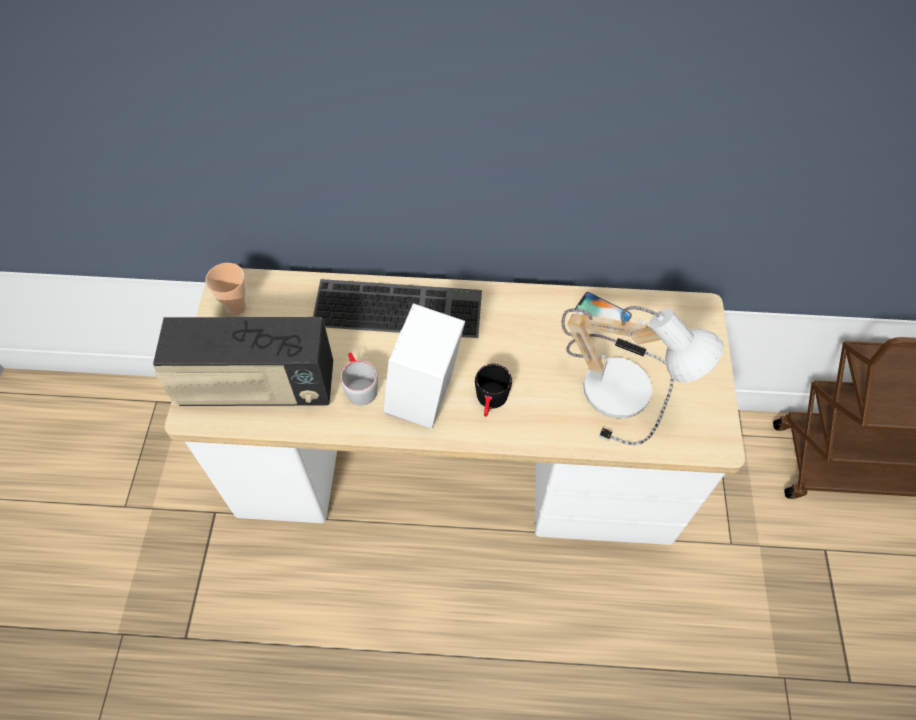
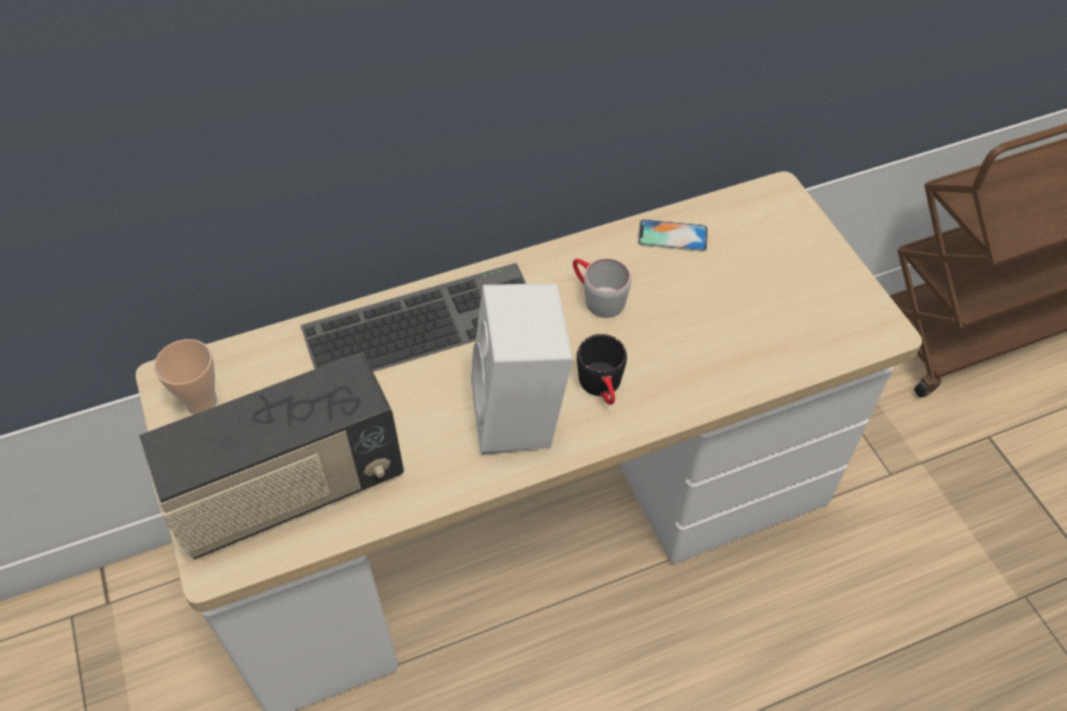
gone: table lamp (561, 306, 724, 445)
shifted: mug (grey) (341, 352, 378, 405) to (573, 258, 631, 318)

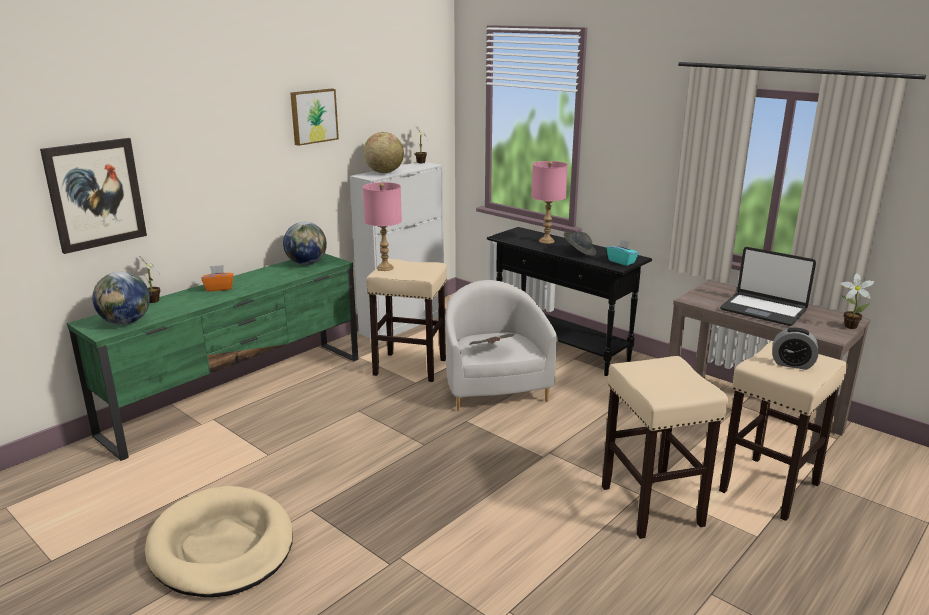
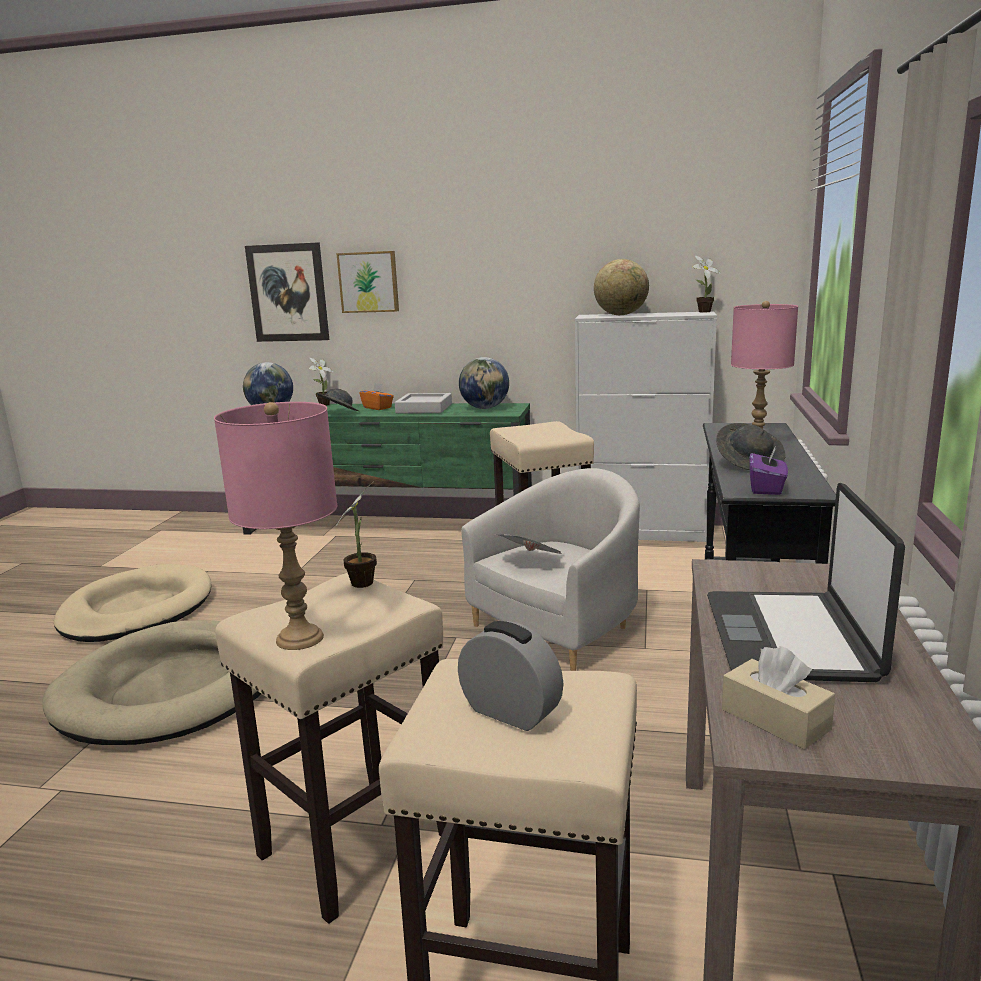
new: hat (grey) (316, 388, 359, 411); tray (grey) (395, 393, 452, 413); dog bed (beige) (42, 620, 261, 745); tissue box (beige) (722, 646, 835, 750)
shifted: picture (290, 89, 339, 146) to (336, 251, 399, 313); table lamp (pink) (363, 182, 402, 271) to (214, 402, 337, 650); potted plant (841, 273, 875, 329) to (336, 483, 377, 588)
repainted: tissue box (turquoise) (607, 240, 639, 266) to tissue box (purple) (749, 448, 788, 495)
rotated: alarm clock (772, 328, 819, 370) = (458, 621, 564, 731) 135 degrees clockwise

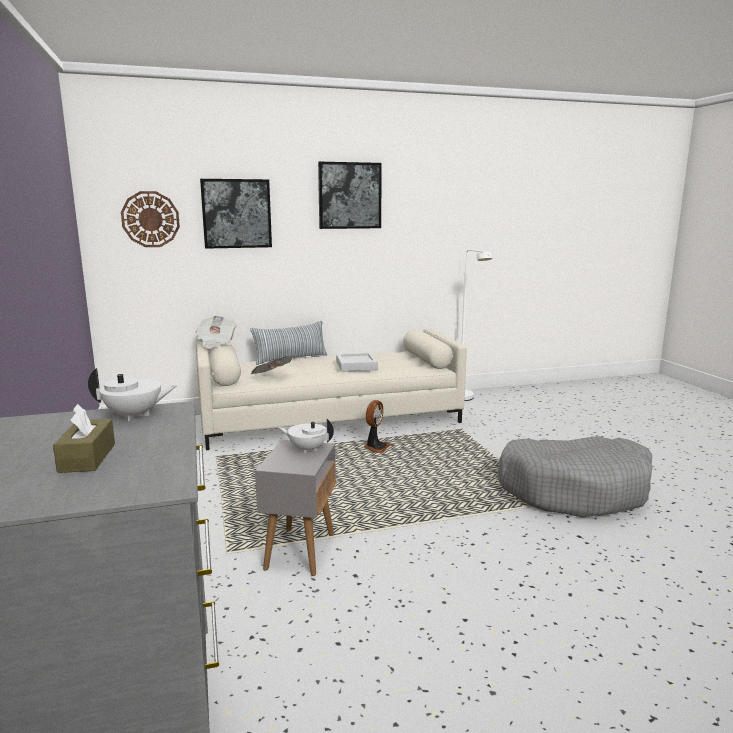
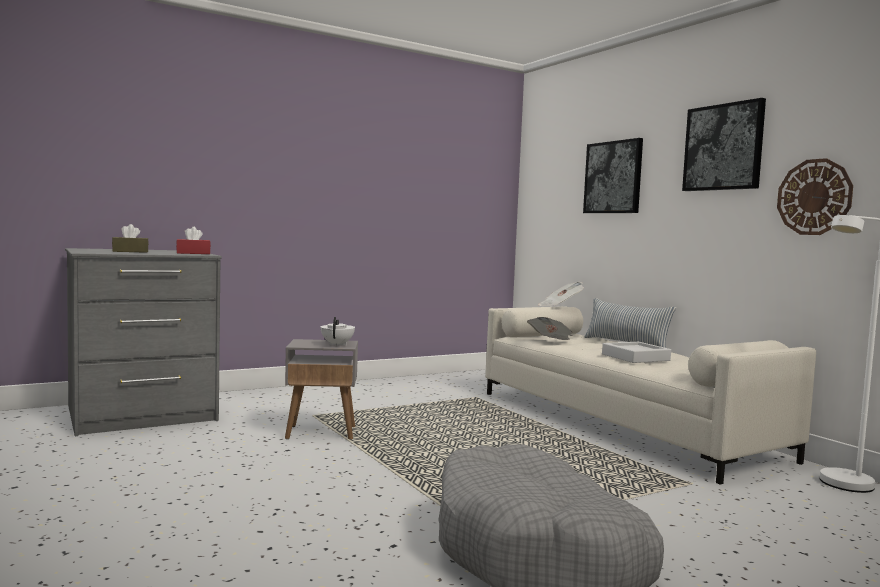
gone: fan (364, 400, 391, 453)
shifted: wall clock (121, 191, 180, 247) to (777, 158, 853, 235)
swapped: teapot (white) (88, 368, 176, 421) to tissue box (red) (176, 227, 211, 254)

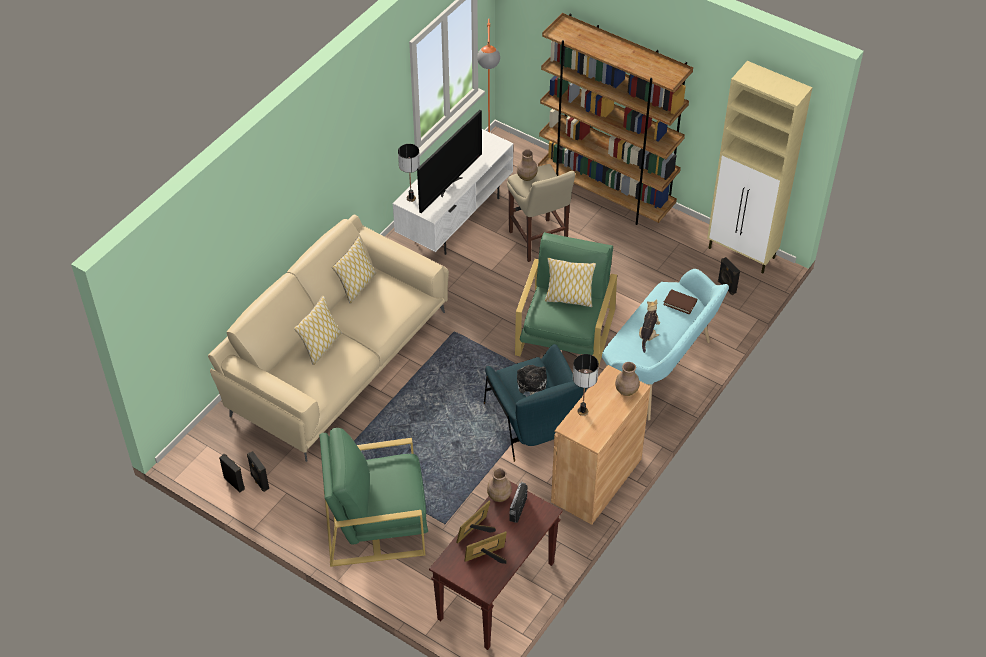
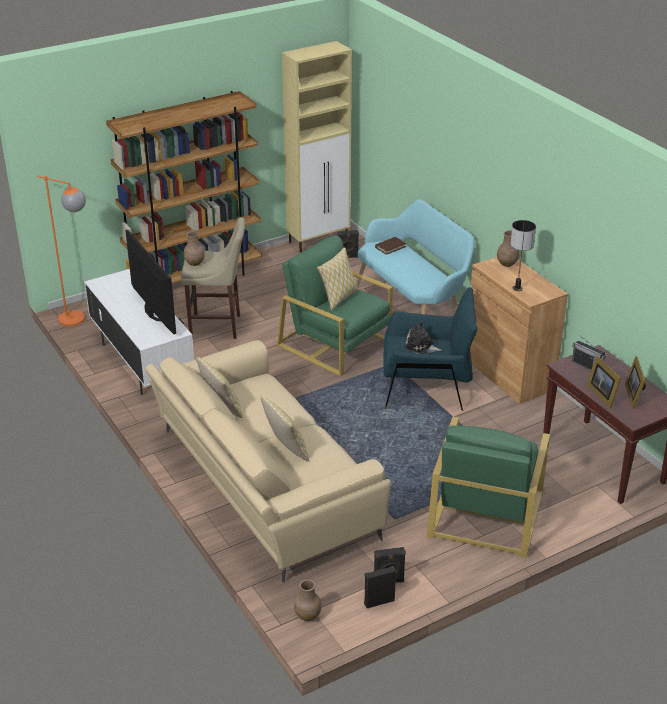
gone: table lamp (398, 144, 420, 202); plush toy (639, 299, 660, 353)
shifted: vase (brown) (487, 468, 512, 502) to (294, 579, 322, 621)

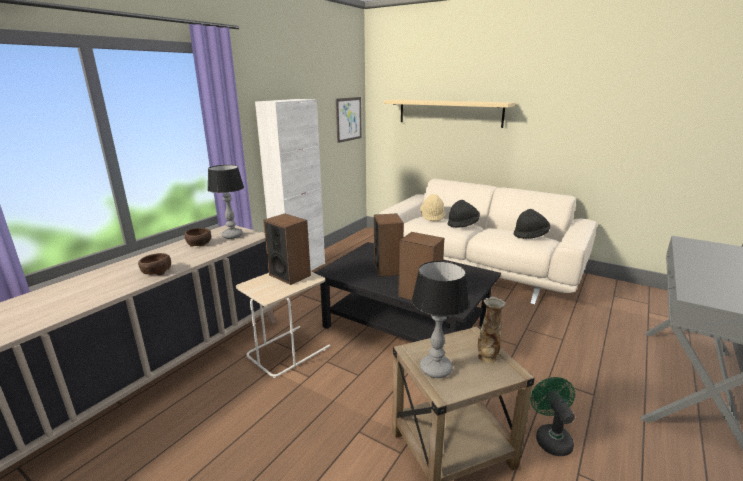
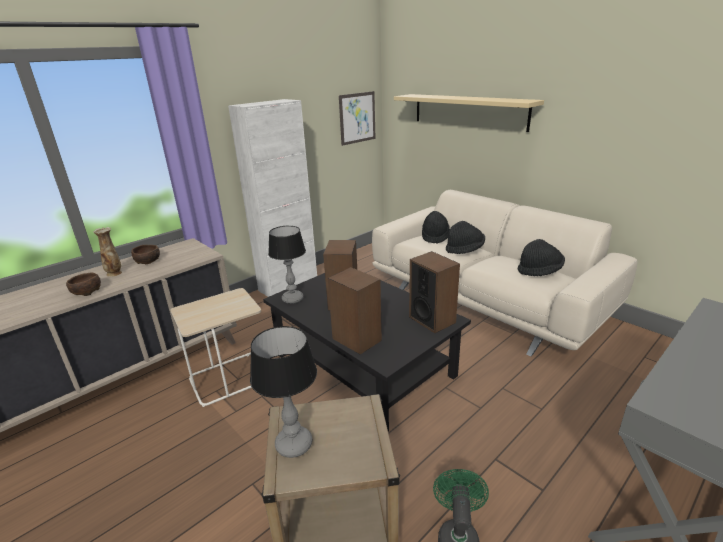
shifted: table lamp (207, 165, 244, 239) to (268, 226, 306, 304); speaker (263, 214, 311, 285) to (409, 251, 460, 333); vase (477, 297, 506, 363) to (93, 227, 122, 277)
repainted: hat (beige) (420, 194, 445, 222) to hat (black) (422, 211, 450, 244)

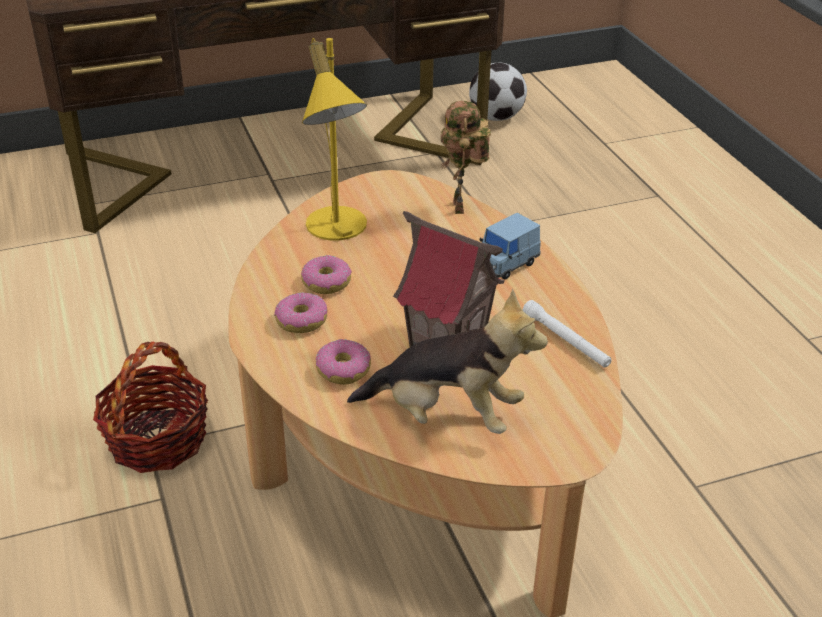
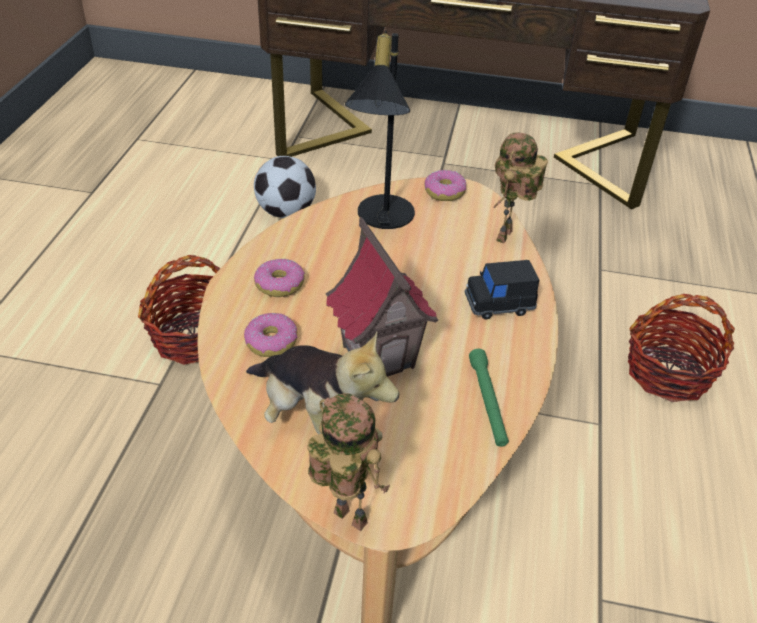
new: basket (628, 294, 735, 402); toy robot (307, 393, 390, 531)
shifted: football (469, 63, 527, 121) to (254, 156, 316, 218); donut (301, 255, 352, 294) to (425, 170, 466, 201)
repainted: table lamp (yellow) (302, 38, 367, 241) to table lamp (black) (345, 30, 415, 229); toy car (blue) (480, 213, 541, 279) to toy car (black) (465, 260, 539, 319); flashlight (white) (523, 300, 611, 367) to flashlight (green) (469, 349, 509, 447)

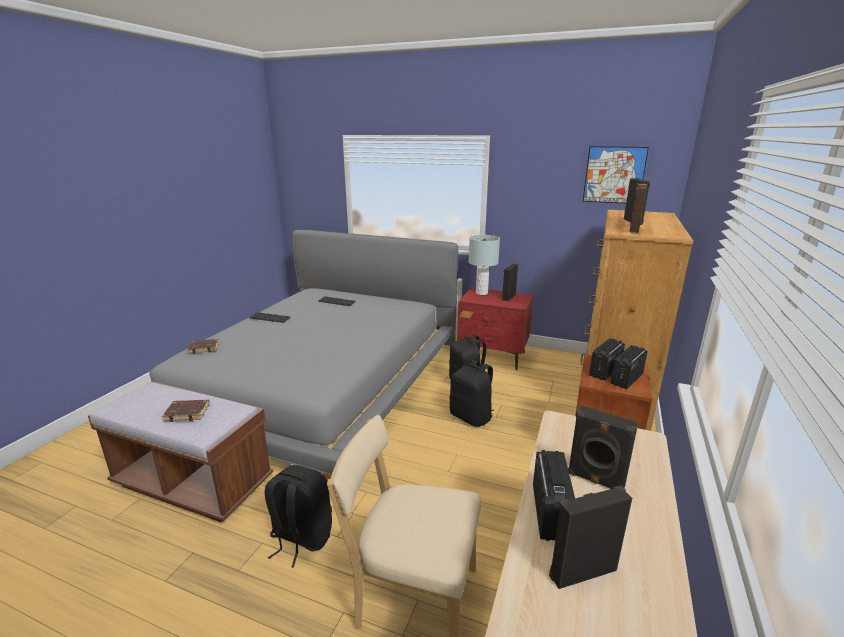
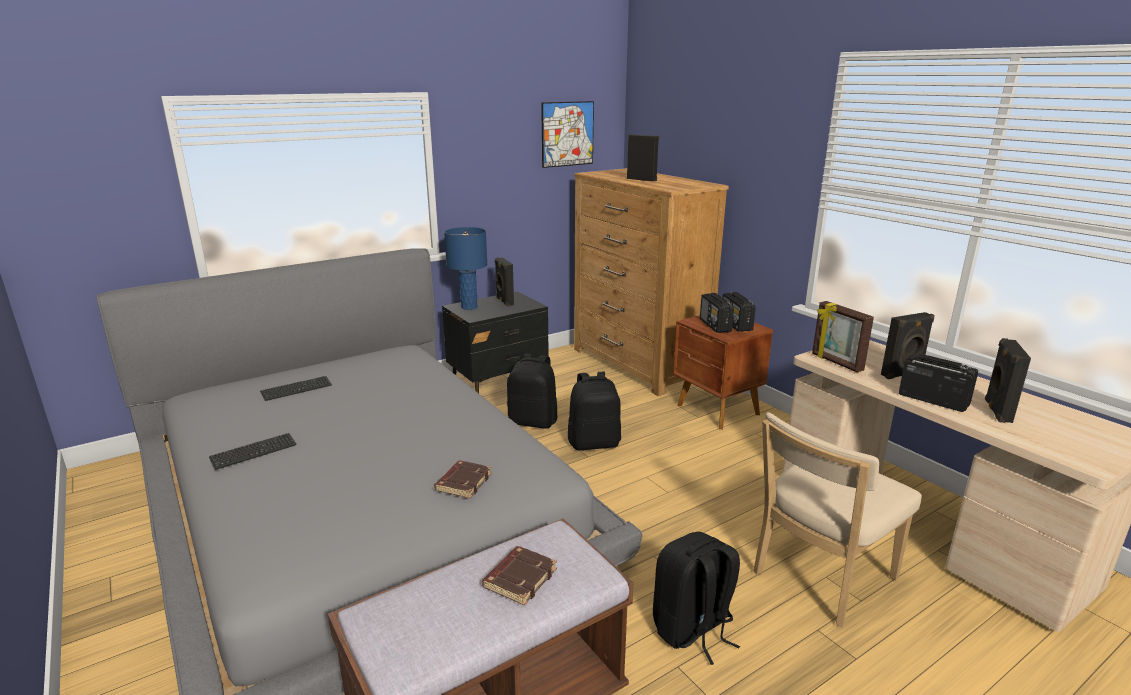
shifted: picture frame (630, 184, 647, 233) to (812, 301, 874, 372); book (brown) (187, 339, 219, 354) to (434, 461, 492, 499)
repainted: table lamp (grey) (469, 235, 500, 295) to table lamp (blue) (444, 227, 487, 310); nightstand (red) (457, 287, 533, 370) to nightstand (black) (442, 292, 549, 393)

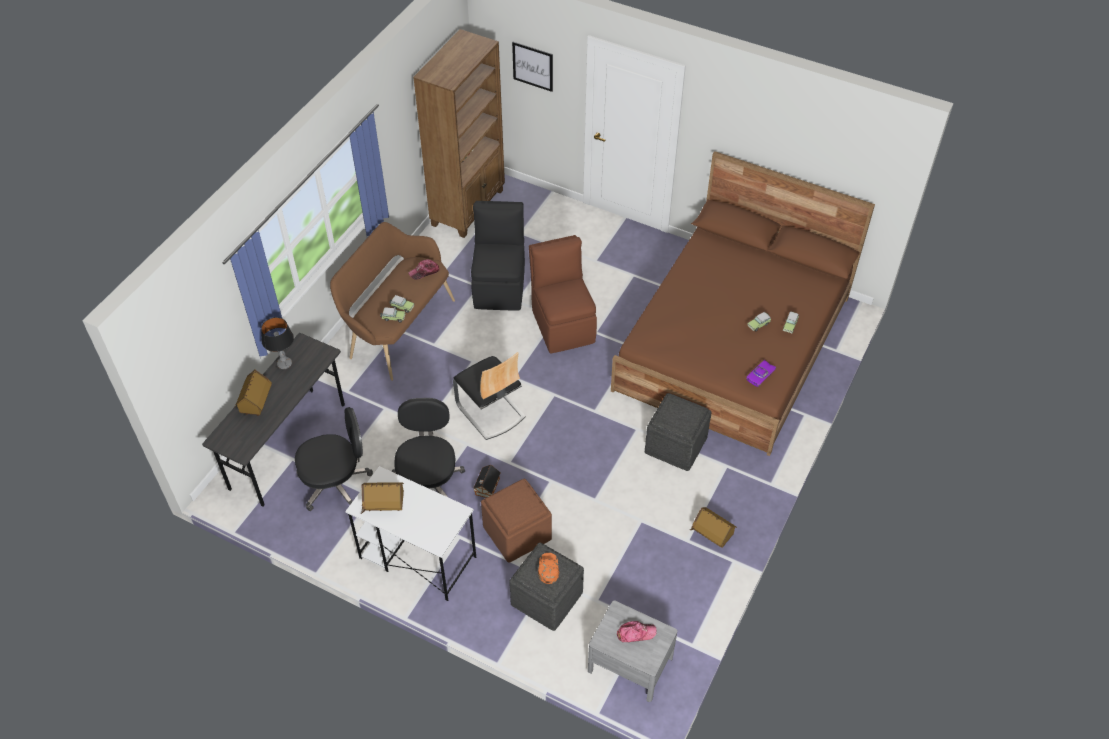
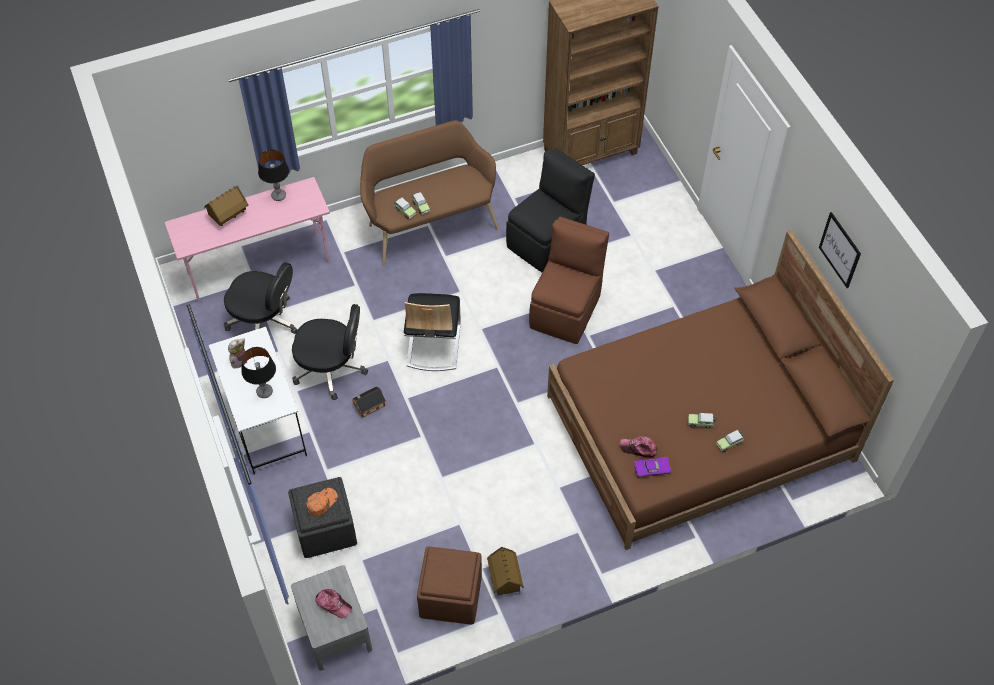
gone: ottoman (grey) (645, 393, 711, 471)
new: table lamp (241, 347, 276, 398)
shifted: picture (512, 42, 553, 92) to (819, 212, 861, 288); cap (408, 259, 440, 280) to (620, 436, 658, 458); ottoman (brown) (481, 479, 552, 563) to (417, 546, 482, 625)
swapped: toy house (361, 482, 404, 514) to plush toy (228, 338, 247, 368)
repainted: desk (grey) (202, 333, 345, 507) to desk (pink) (165, 177, 330, 304)
rotated: office chair (black) (392, 398, 465, 497) = (292, 304, 368, 400) 60 degrees clockwise

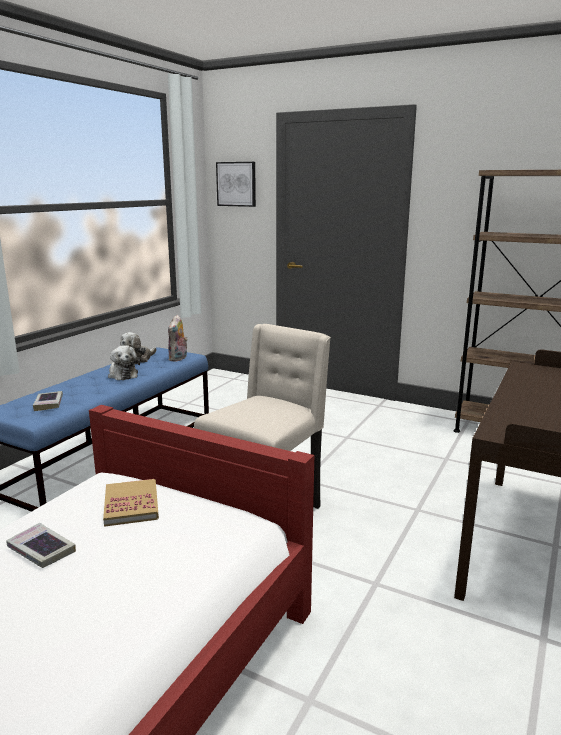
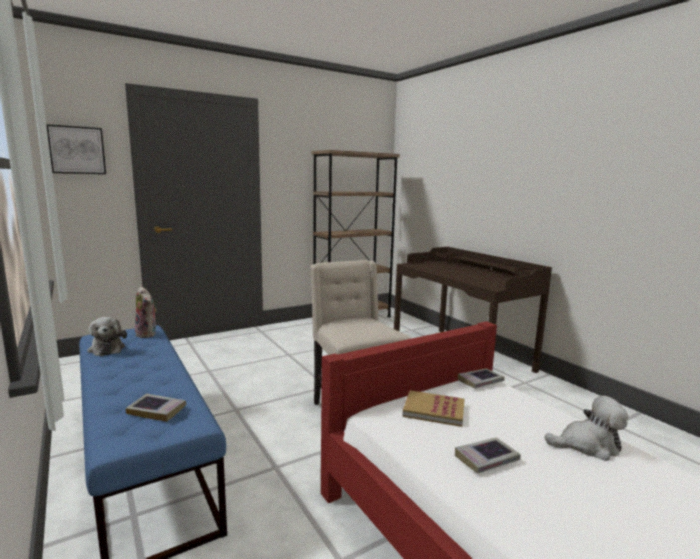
new: book (458, 368, 504, 388)
shifted: plush toy (108, 345, 140, 380) to (545, 396, 629, 461)

